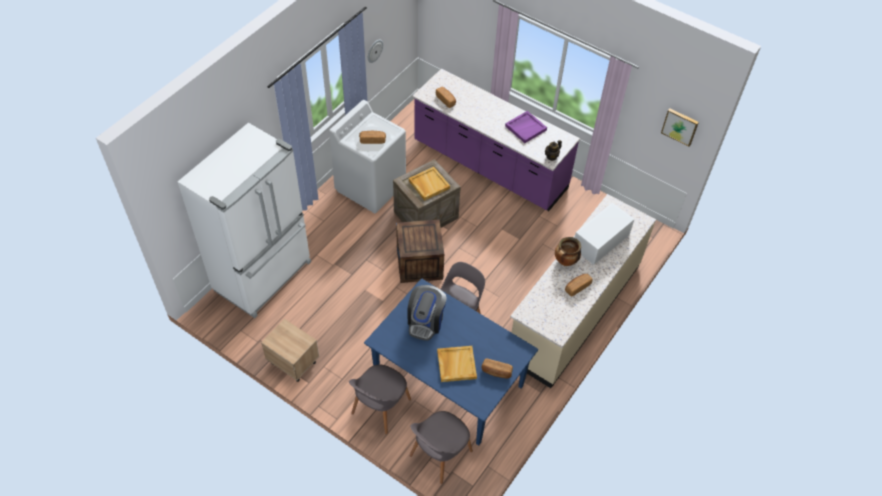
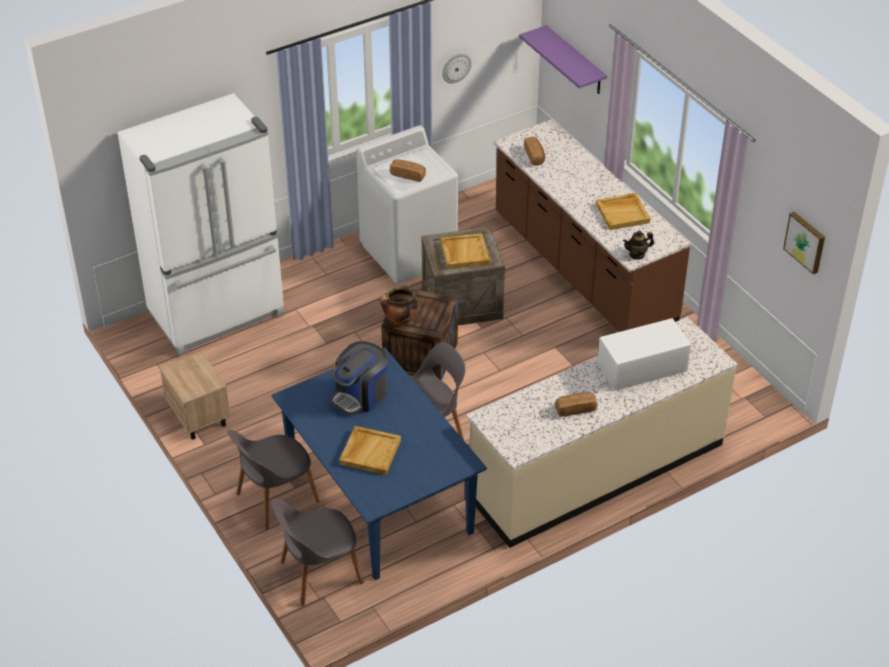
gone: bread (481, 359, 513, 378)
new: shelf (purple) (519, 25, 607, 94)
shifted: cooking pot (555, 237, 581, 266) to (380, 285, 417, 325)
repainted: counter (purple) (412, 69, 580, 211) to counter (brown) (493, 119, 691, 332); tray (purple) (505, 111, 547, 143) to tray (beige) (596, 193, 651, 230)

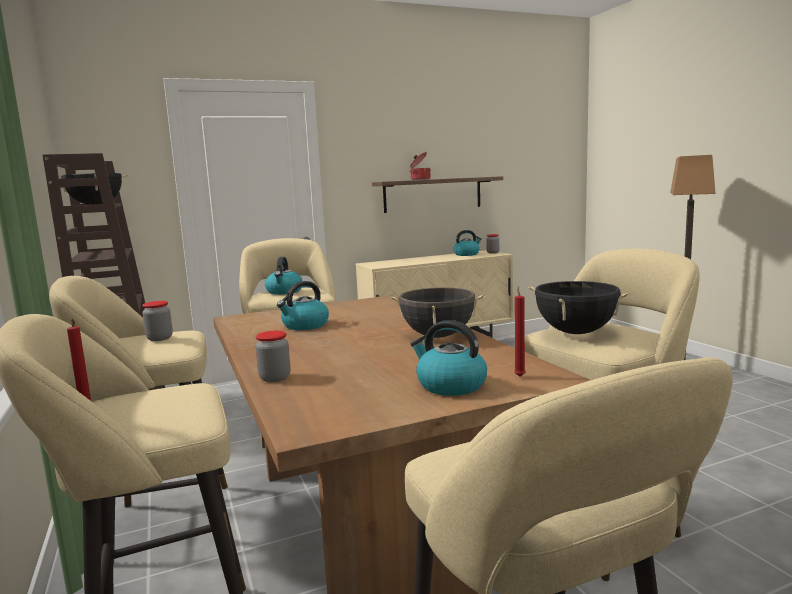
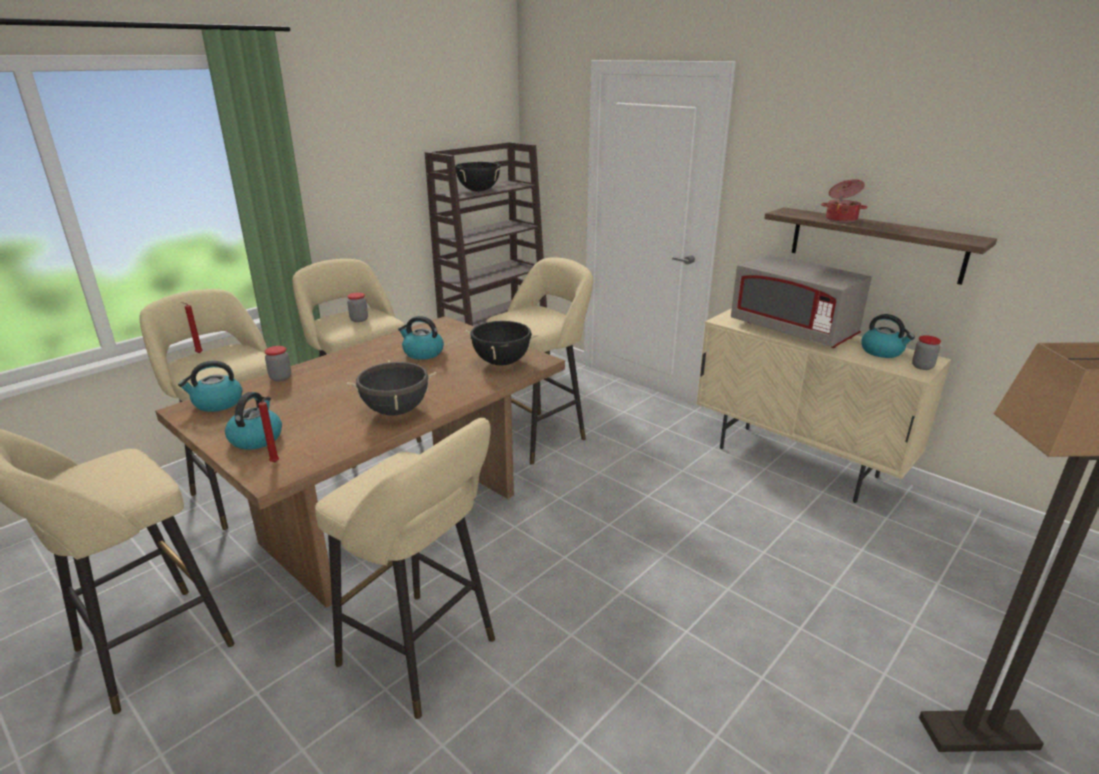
new: microwave (grey) (731, 254, 872, 348)
shifted: kettle (265, 257, 302, 295) to (178, 361, 242, 412); cooking pot (black) (528, 281, 631, 334) to (464, 319, 538, 365)

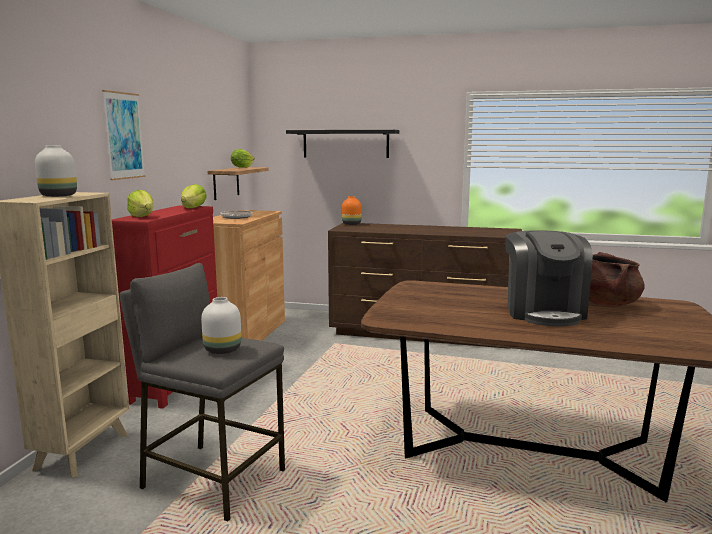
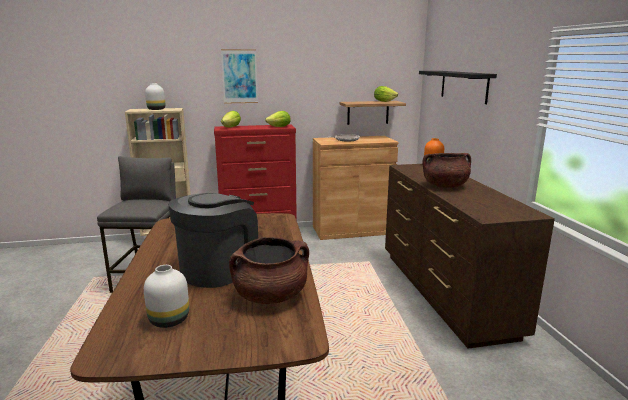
new: cooking pot (brown) (422, 153, 471, 188)
shifted: vase (white) (201, 297, 241, 354) to (144, 265, 189, 328)
rotated: coffee machine (505, 230, 593, 326) = (168, 193, 258, 288) 150 degrees clockwise

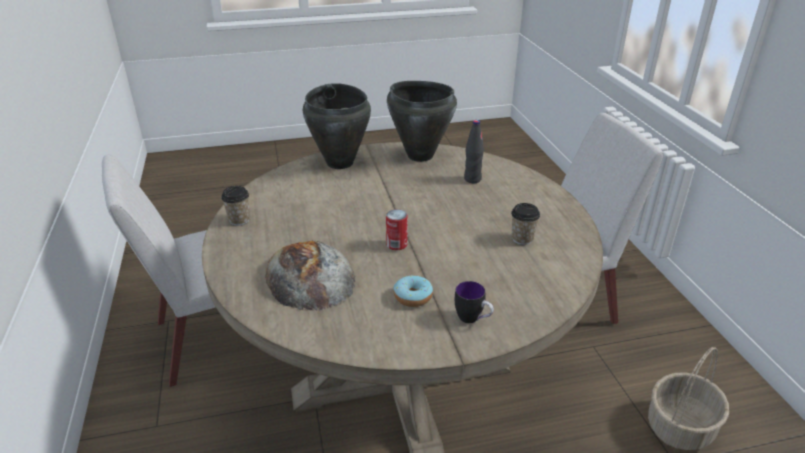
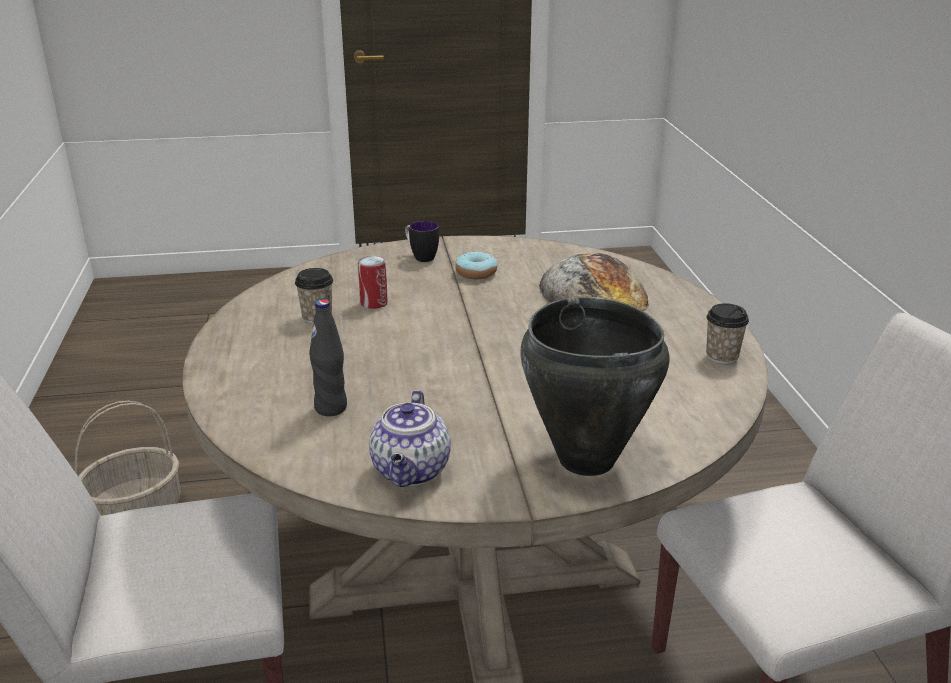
shifted: can (386, 209, 408, 250) to (358, 256, 388, 309)
swapped: cooking pot (black) (387, 81, 457, 162) to teapot (369, 390, 451, 487)

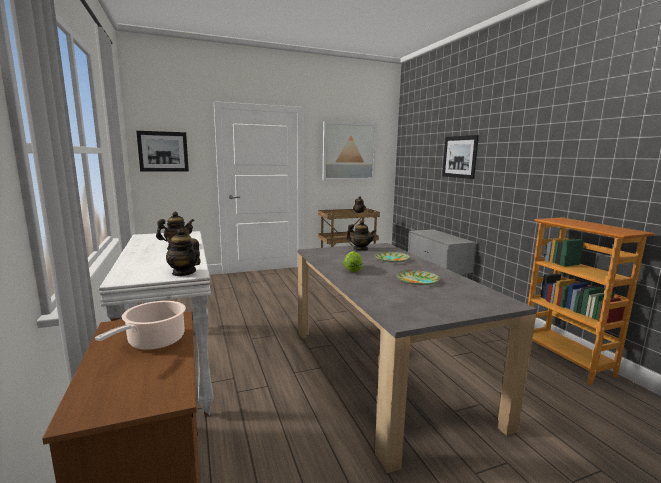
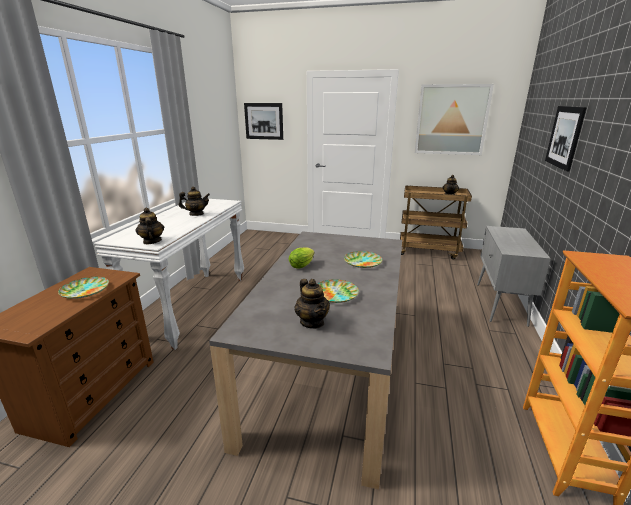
shifted: teapot (347, 220, 376, 251) to (294, 279, 330, 329)
swapped: cooking pot (95, 301, 186, 350) to plate (58, 277, 109, 299)

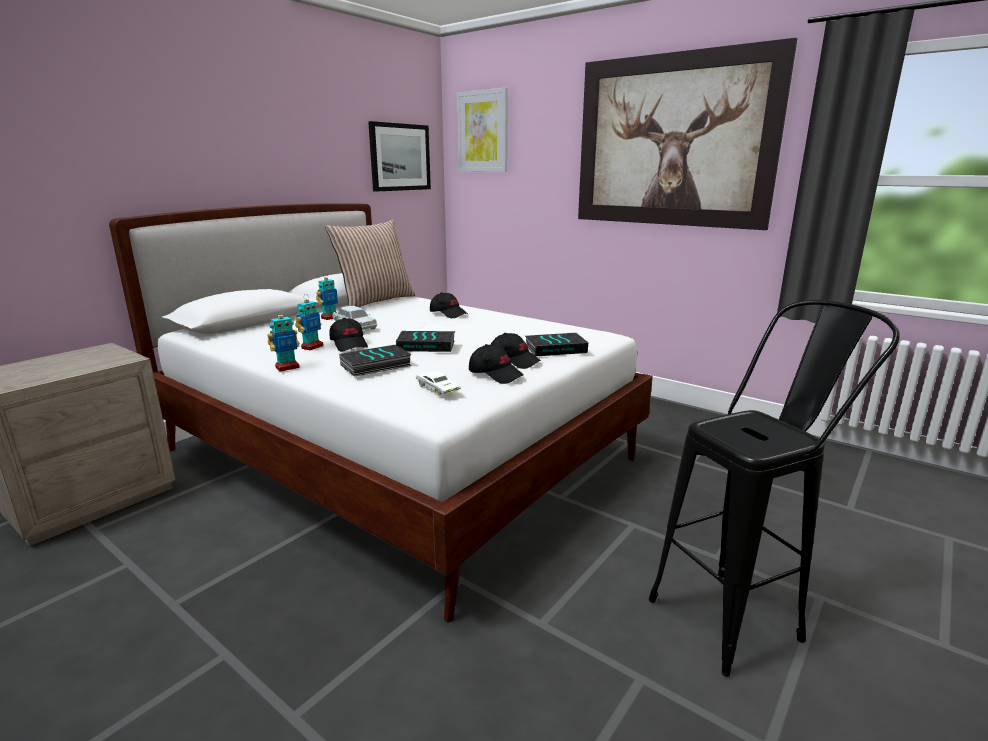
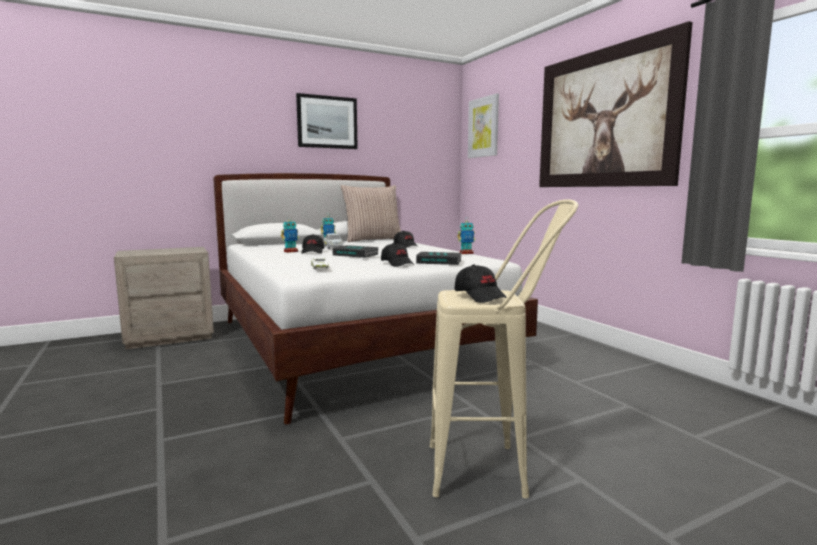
gone: book (339, 345, 412, 377)
shifted: picture (368, 121, 431, 192) to (296, 93, 358, 149); toy robot (267, 309, 300, 372) to (457, 219, 475, 254); cap (black) (469, 344, 524, 384) to (455, 264, 507, 303)
repainted: stool (black) (649, 300, 900, 677) to stool (beige) (430, 199, 578, 498)

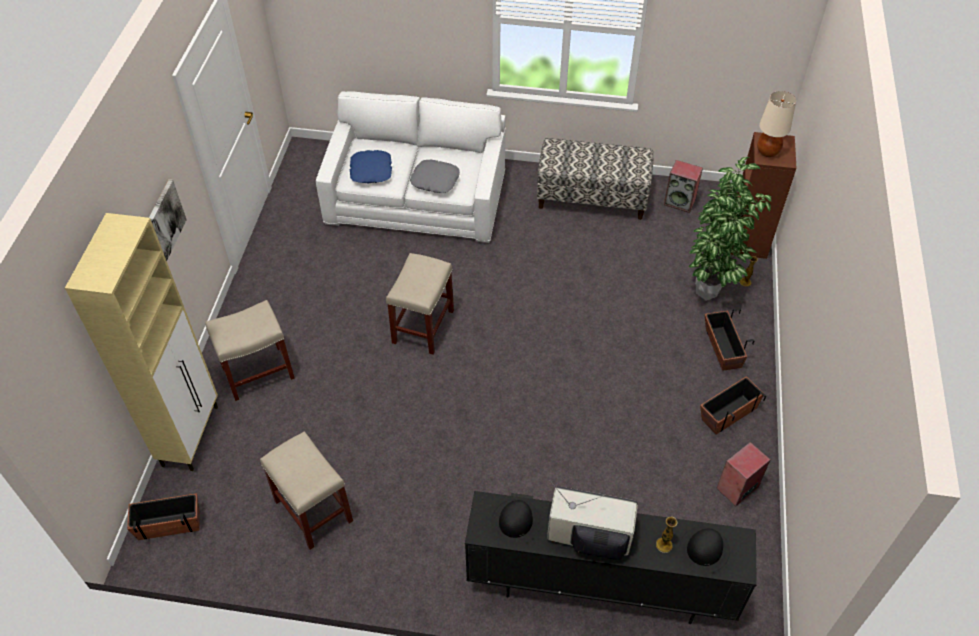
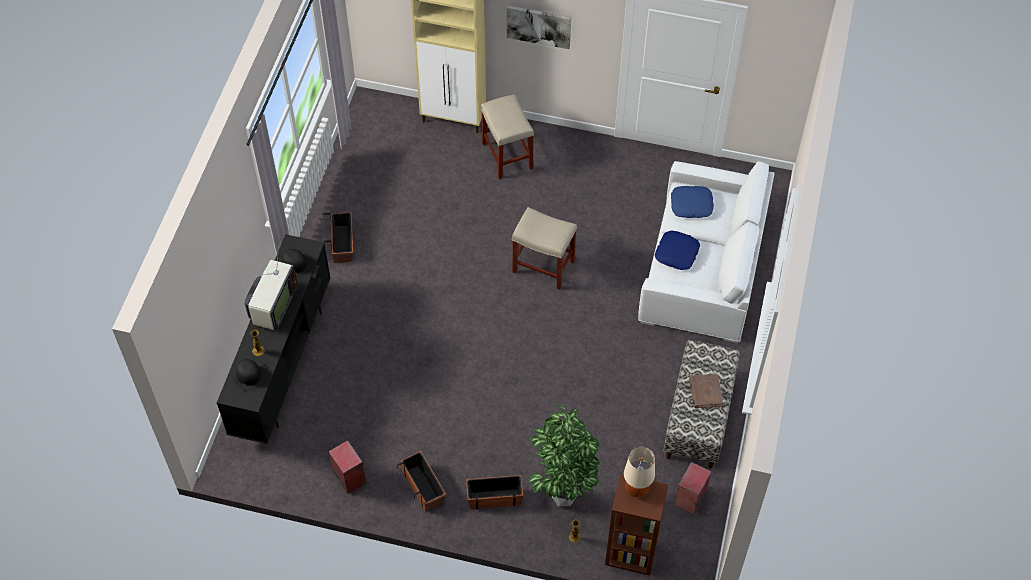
gone: stool (beige) (260, 431, 353, 550)
new: book (brown) (689, 374, 723, 408)
shifted: planter (127, 493, 199, 540) to (324, 212, 353, 263)
repainted: pillow (grey) (410, 160, 460, 193) to pillow (blue) (655, 231, 700, 270)

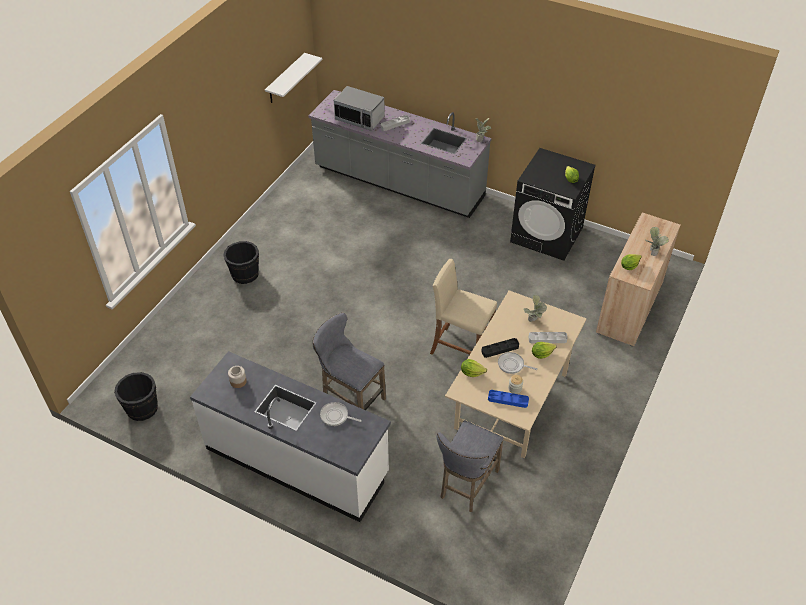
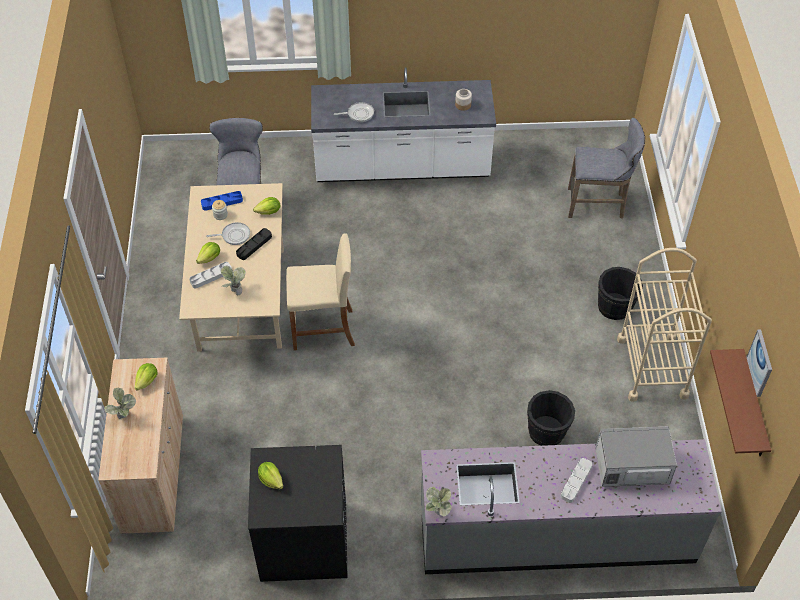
new: cart (beige) (617, 248, 712, 402); picture (746, 329, 772, 397)
shifted: stool (grey) (312, 313, 386, 410) to (568, 118, 645, 219); bucket (black) (114, 372, 158, 421) to (527, 390, 575, 446)
repainted: shelf (white) (265, 53, 322, 103) to shelf (brown) (710, 349, 771, 456)

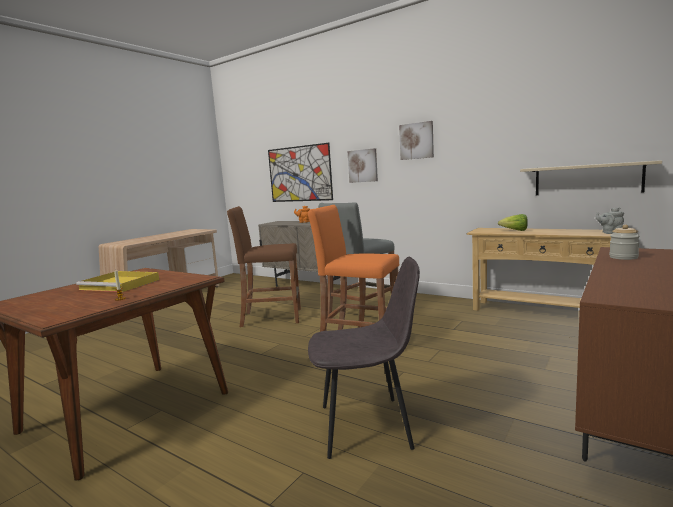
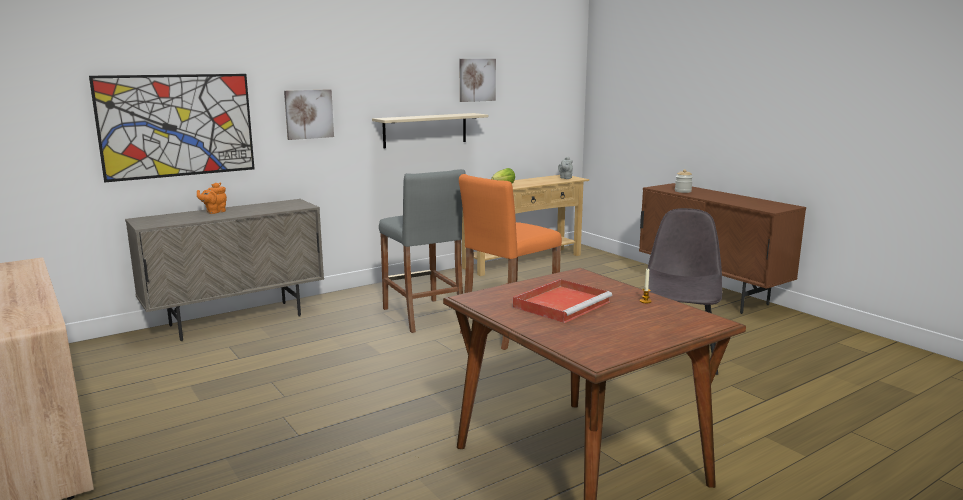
gone: stool (brown) (227, 206, 301, 327)
shifted: picture (399, 121, 434, 160) to (459, 59, 496, 102); shelf (beige) (520, 160, 662, 195) to (372, 113, 488, 148)
repainted: tray (yellow) (76, 271, 159, 292) to tray (red) (513, 279, 612, 323)

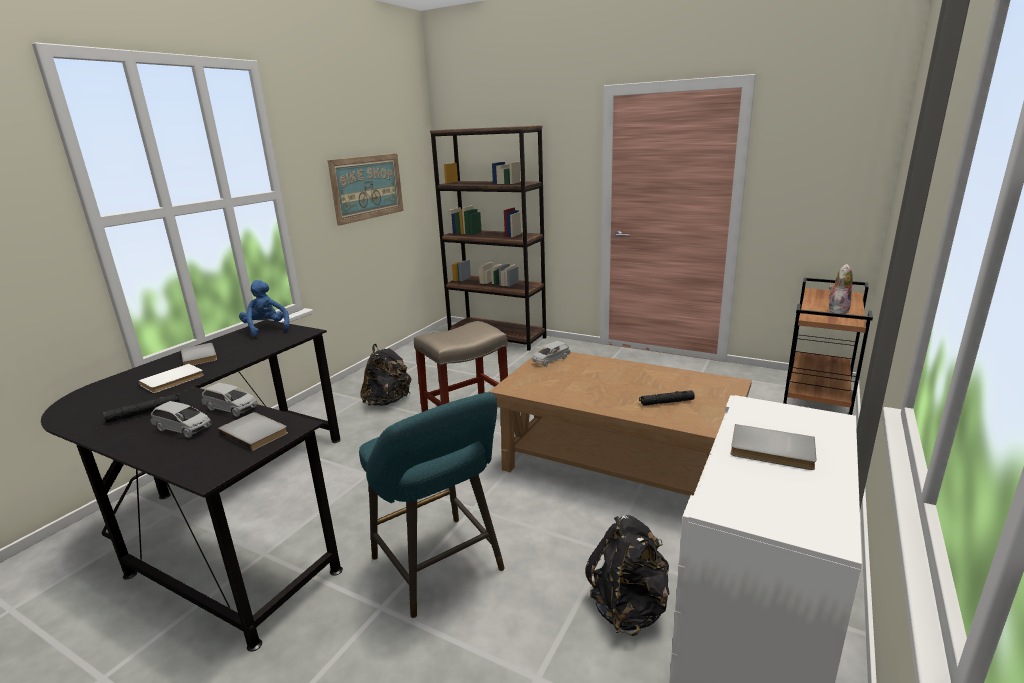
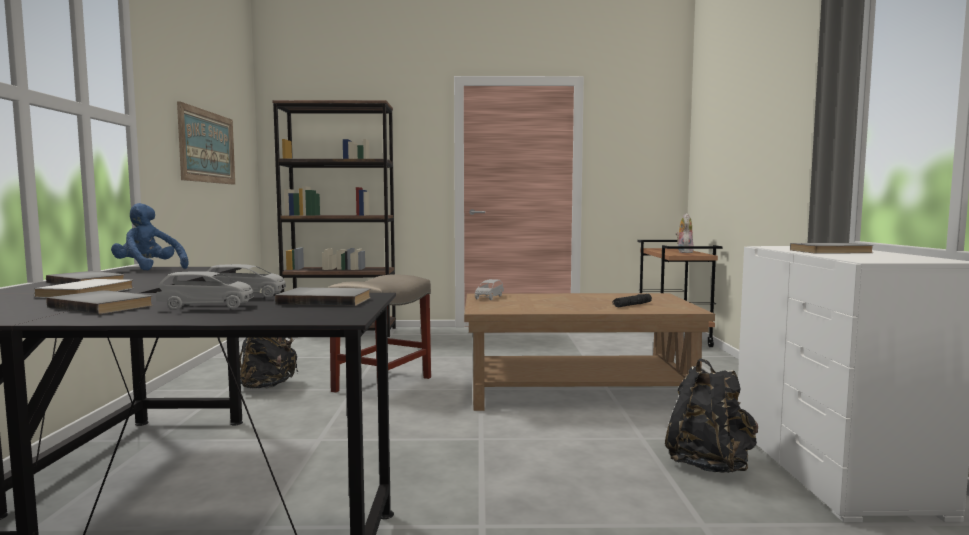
gone: stool (turquoise) (359, 392, 505, 618)
swapped: flashlight (black) (103, 394, 180, 423) to book (grey) (46, 290, 153, 314)

